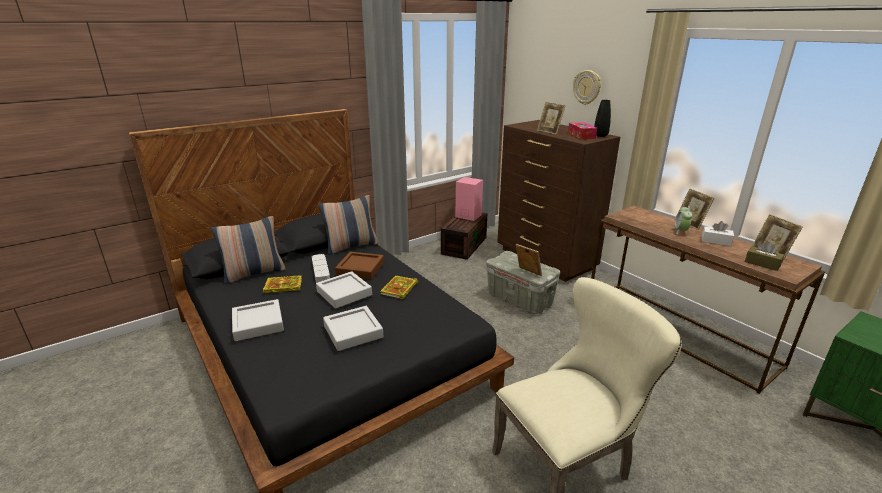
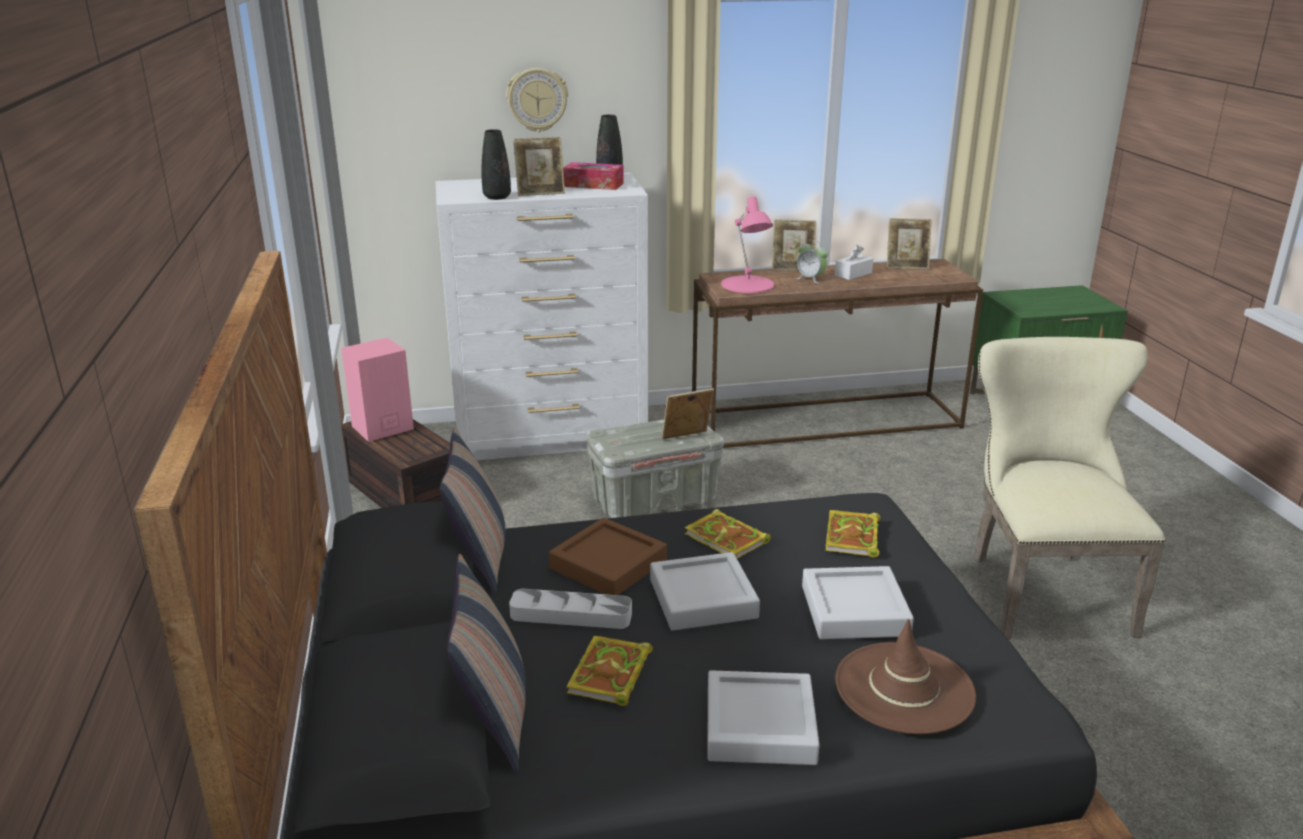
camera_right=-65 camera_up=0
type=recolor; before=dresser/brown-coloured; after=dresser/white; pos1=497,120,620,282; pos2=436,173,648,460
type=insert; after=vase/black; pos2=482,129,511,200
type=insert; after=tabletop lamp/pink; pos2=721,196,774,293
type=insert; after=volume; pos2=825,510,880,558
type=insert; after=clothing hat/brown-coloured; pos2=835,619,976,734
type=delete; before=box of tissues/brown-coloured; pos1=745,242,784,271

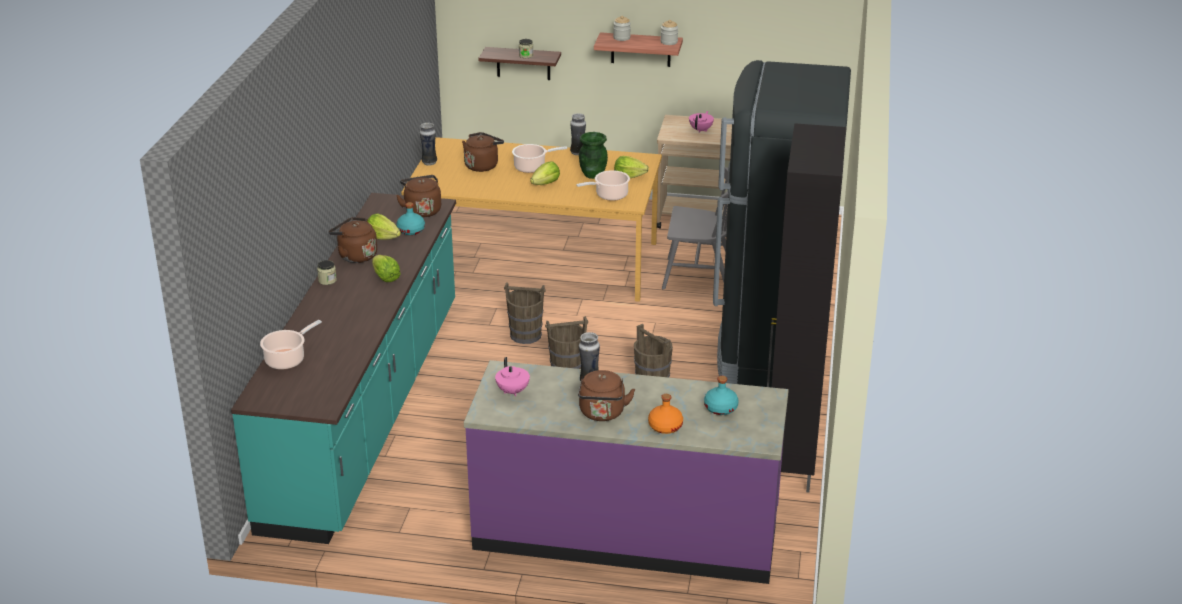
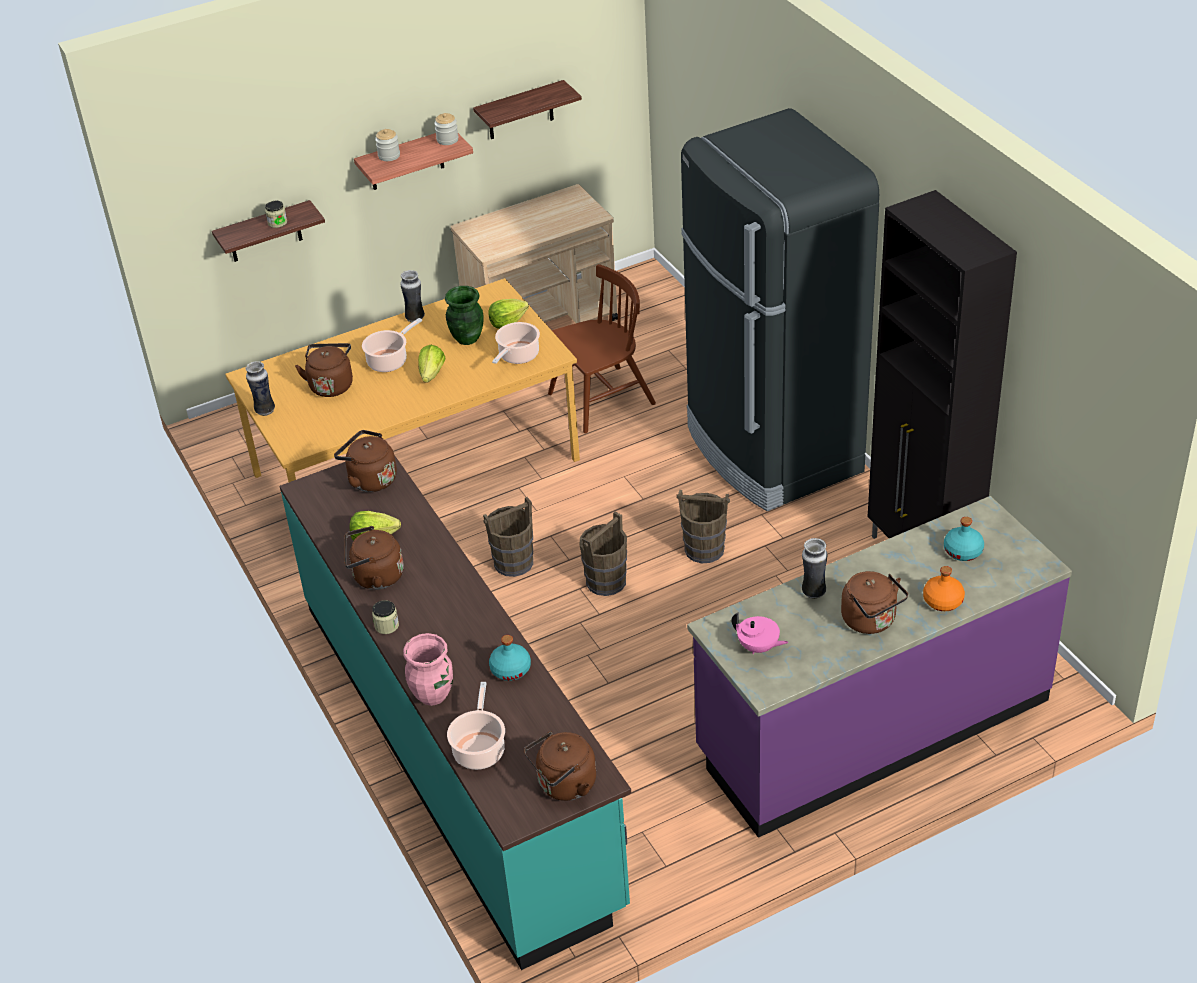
camera_right=-35 camera_up=10
type=insert; after=vase/pink; pos2=403,633,453,706
type=insert; after=bracket shelf; pos2=473,80,582,139
type=move; before=drink bottle/blue-green; pos1=397,202,425,235; pos2=489,635,531,681
type=insert; after=water kettle/brown-coloured; pos2=524,731,596,801
type=recolor; before=upright chair/gray; after=upright chair/brown-coloured; pos1=662,167,728,290; pos2=548,264,656,433
type=delete; before=head of lettuce; pos1=372,255,401,282
type=delete; before=pot for tea/pink; pos1=689,111,714,132

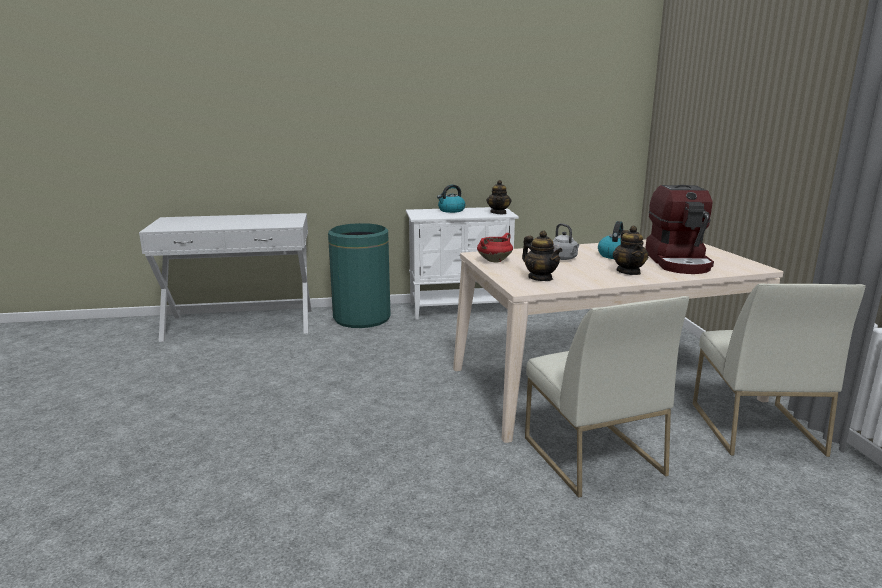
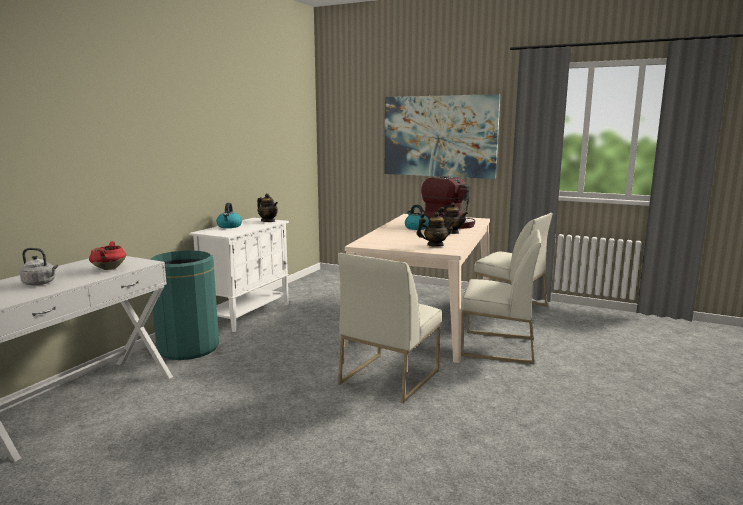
camera_right=-55 camera_up=-5
type=move; before=water kettle/gray; pos1=553,223,579,260; pos2=20,248,58,285
type=move; before=stockpot/red-coloured; pos1=477,233,513,262; pos2=89,241,126,270
type=insert; after=upright chair/white; pos2=338,253,442,403
type=insert; after=picture; pos2=385,94,500,179

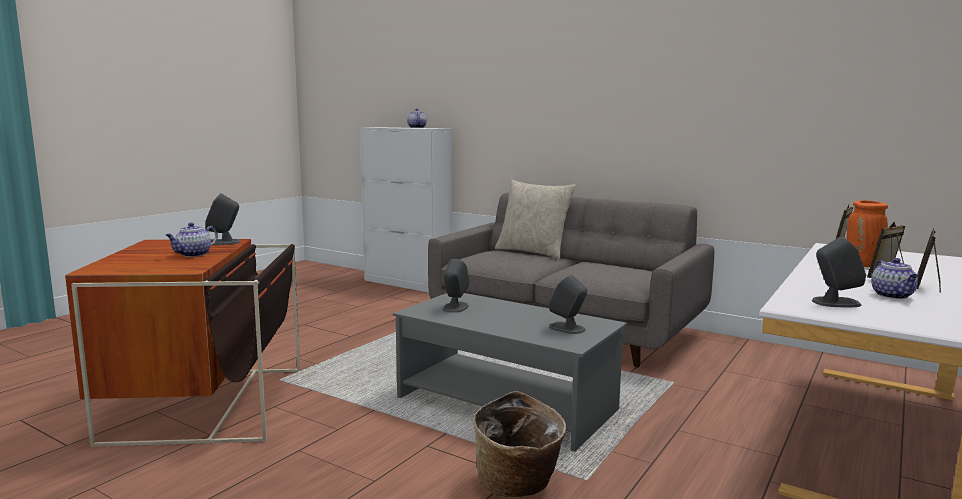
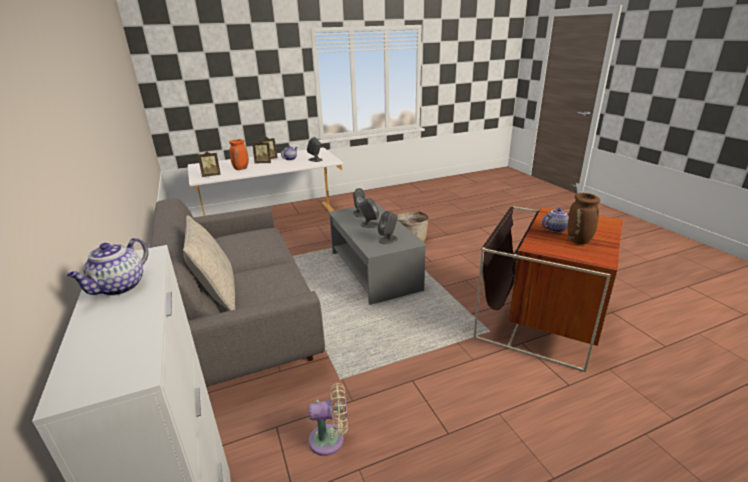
camera_right=-145 camera_up=15
type=insert; after=fan/sand-coloured; pos2=309,383,348,456
type=move; before=audio speaker/gray; pos1=205,193,240,245; pos2=359,198,379,228
type=insert; after=vase/brown-coloured; pos2=568,193,600,244

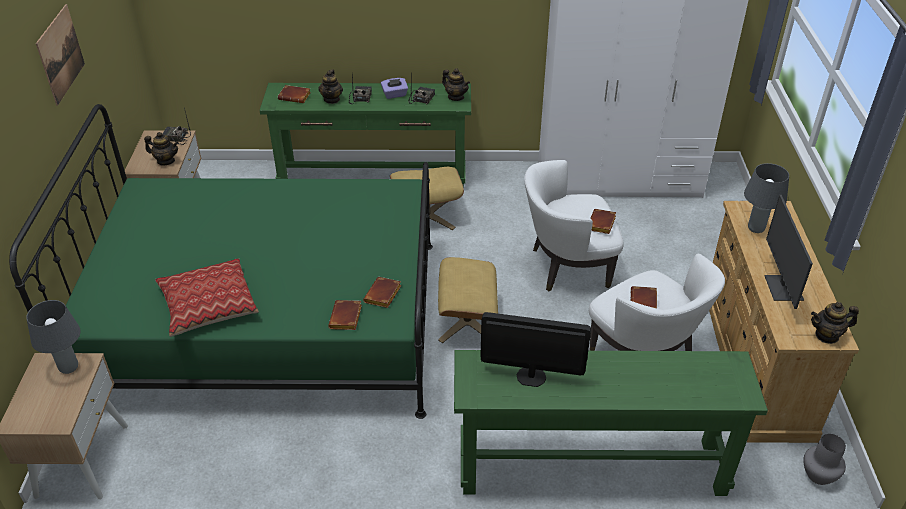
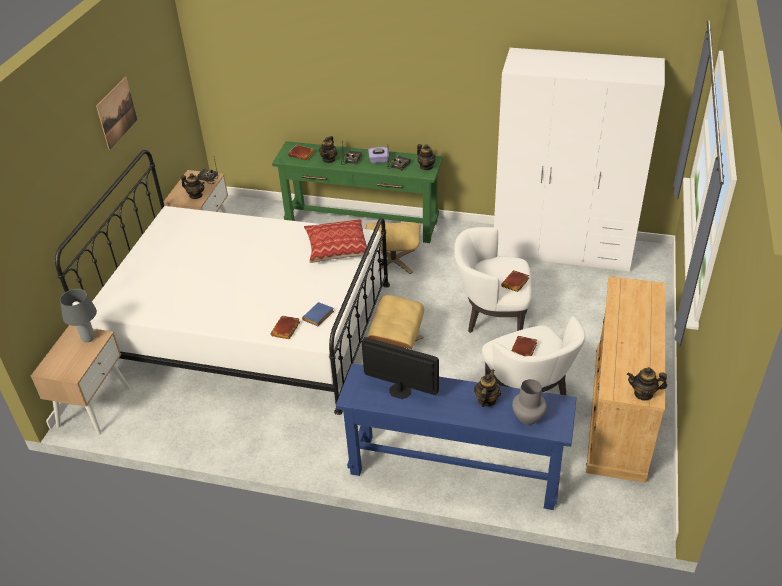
camera_right=15 camera_up=0
type=recolor; before=sleeping bed/green; after=sleeping bed/white; pos1=9,104,433,419; pos2=55,150,390,415
type=recolor; before=volume/brown-coloured; after=volume/blue; pos1=363,277,402,308; pos2=302,302,334,326
type=move; before=pillow; pos1=155,258,259,337; pos2=304,219,370,263
type=recolor; before=narrow table/green; after=narrow table/blue; pos1=454,350,768,496; pos2=336,364,577,510
type=insert; after=pot for tea; pos2=474,369,501,407
type=move; before=vase/gray; pos1=803,434,846,485; pos2=512,379,547,425
type=delete; before=tabletop lamp/gray; pos1=744,163,789,233
type=delete; before=monitor; pos1=765,195,813,309

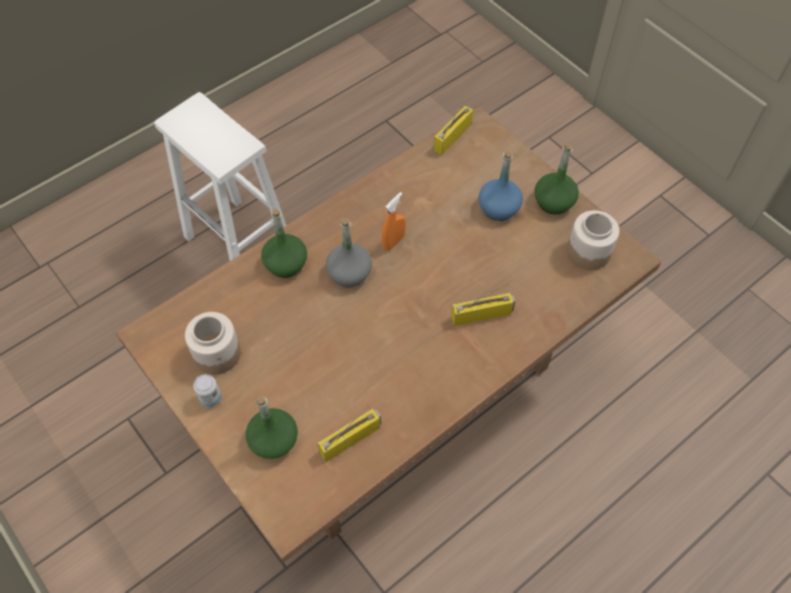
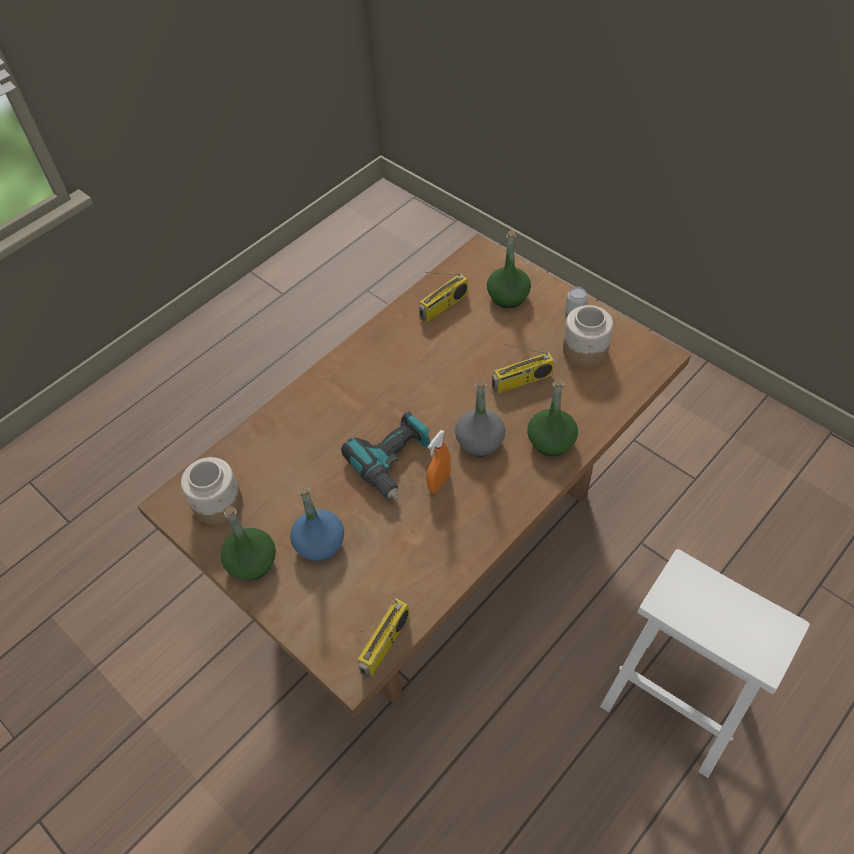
camera_right=175 camera_up=-5
type=insert; after=drill; pos2=341,411,430,500
type=move; before=radio set; pos1=451,283,516,326; pos2=492,344,554,394

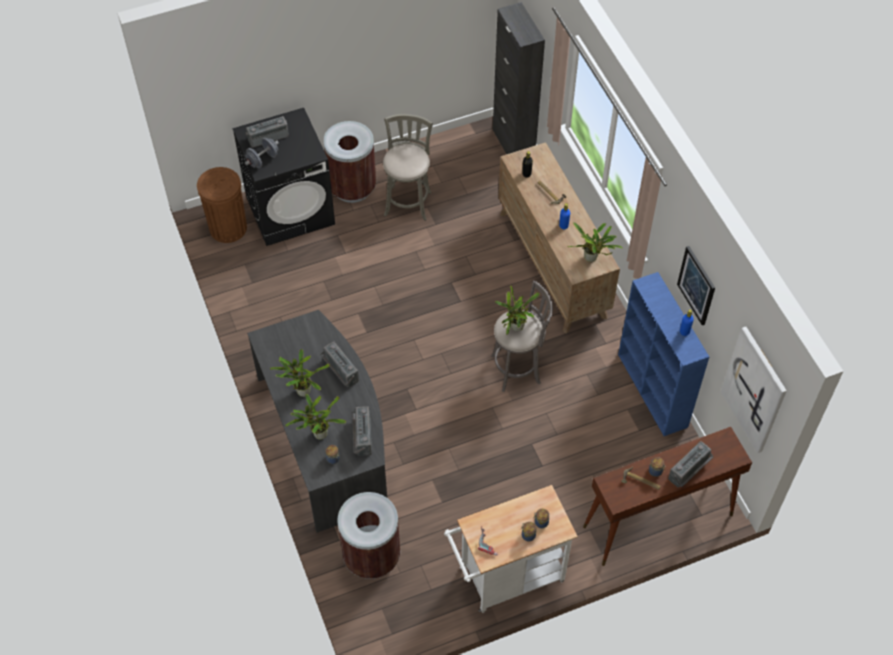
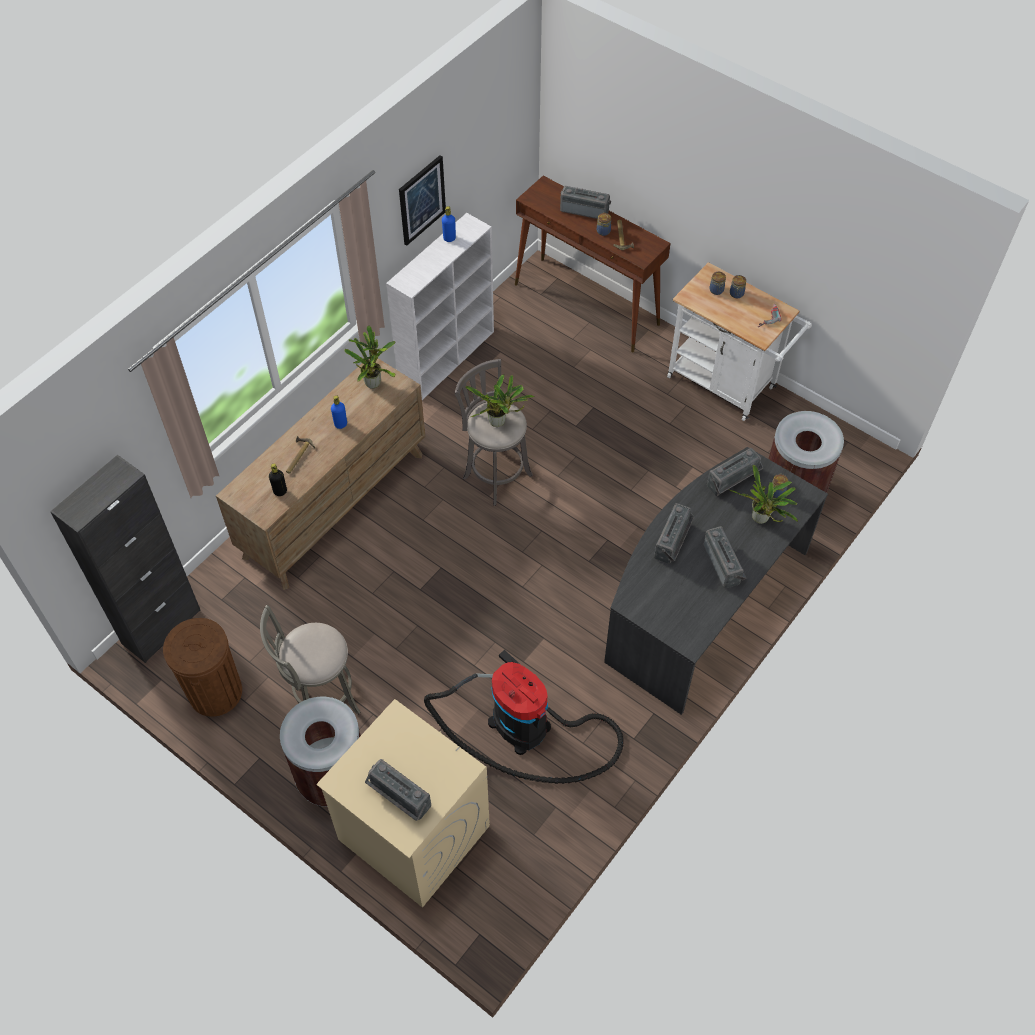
camera_right=-120 camera_up=0
type=move; before=waste bin/brown-coloured; pos1=197,167,247,243; pos2=163,618,242,717
type=recolor; before=laundry machine/black; after=laundry machine/sand-coloured; pos1=233,108,335,246; pos2=316,699,490,908
type=recolor; before=bookcase/blue; after=bookcase/white; pos1=618,272,709,436; pos2=386,213,494,400
type=insert; after=hoover; pos2=424,650,624,784
type=replace; before=plant in a pot; after=radio set; pos1=270,349,330,397; pos2=703,526,746,588
type=delete; before=dumbbell/gray; pos1=245,138,279,168
type=delete; before=picture; pos1=721,327,787,453

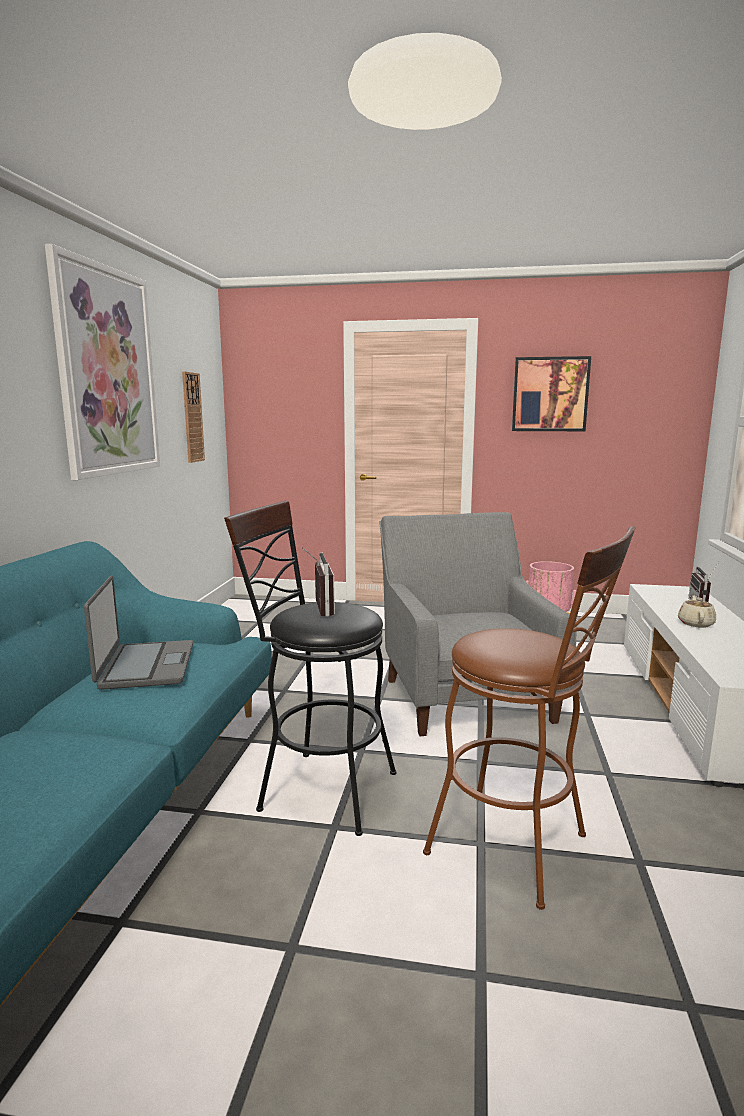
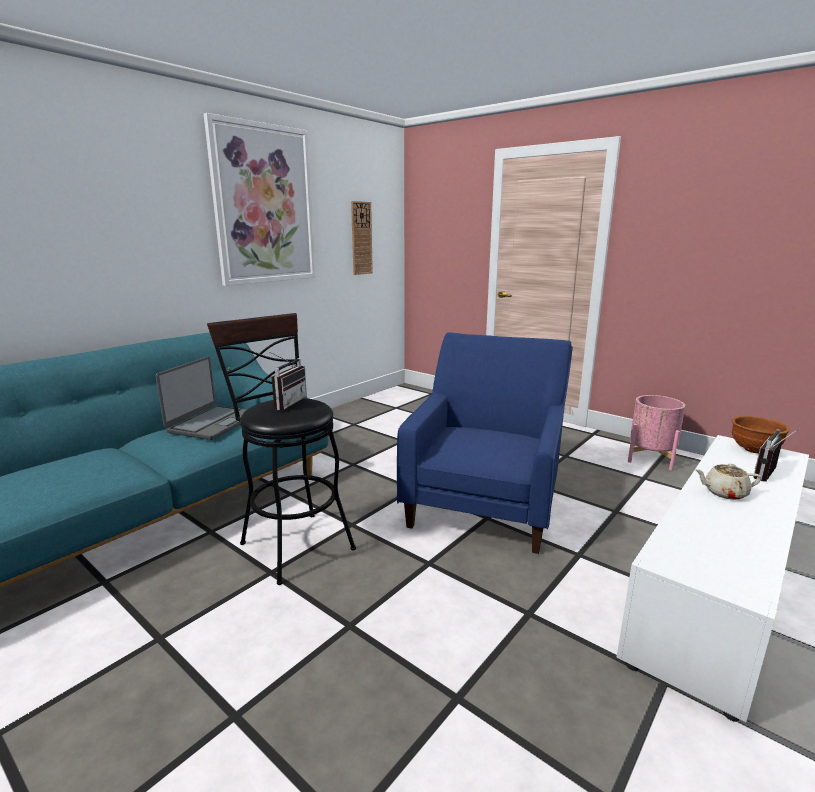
camera_right=30 camera_up=5
type=recolor; before=lounge chair/gray; after=lounge chair/blue; pos1=379,512,577,736; pos2=397,332,573,554
type=rotate; before=pot for tea/sand-coloured; pos1=678,595,716,628; pos2=695,464,761,500; turn=-135
type=insert; after=bowl/brown-coloured; pos2=732,416,790,453
type=delete; before=stool seat/brown-coloured; pos1=423,526,636,910
type=delete; before=picture; pos1=512,356,591,431

